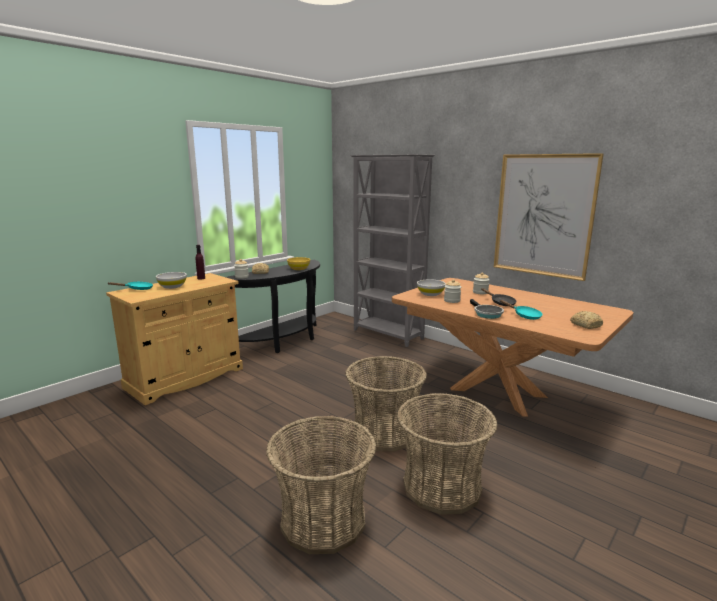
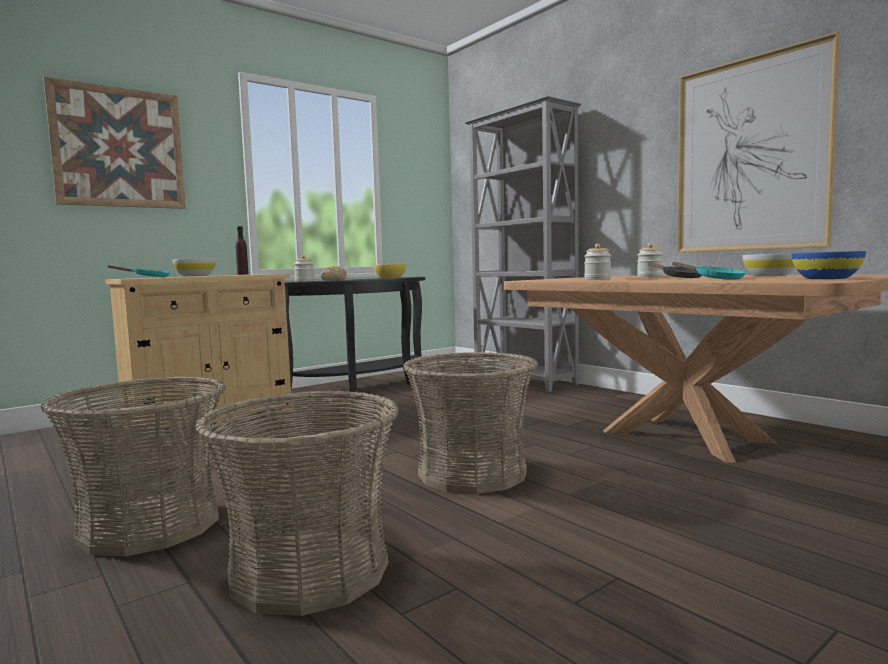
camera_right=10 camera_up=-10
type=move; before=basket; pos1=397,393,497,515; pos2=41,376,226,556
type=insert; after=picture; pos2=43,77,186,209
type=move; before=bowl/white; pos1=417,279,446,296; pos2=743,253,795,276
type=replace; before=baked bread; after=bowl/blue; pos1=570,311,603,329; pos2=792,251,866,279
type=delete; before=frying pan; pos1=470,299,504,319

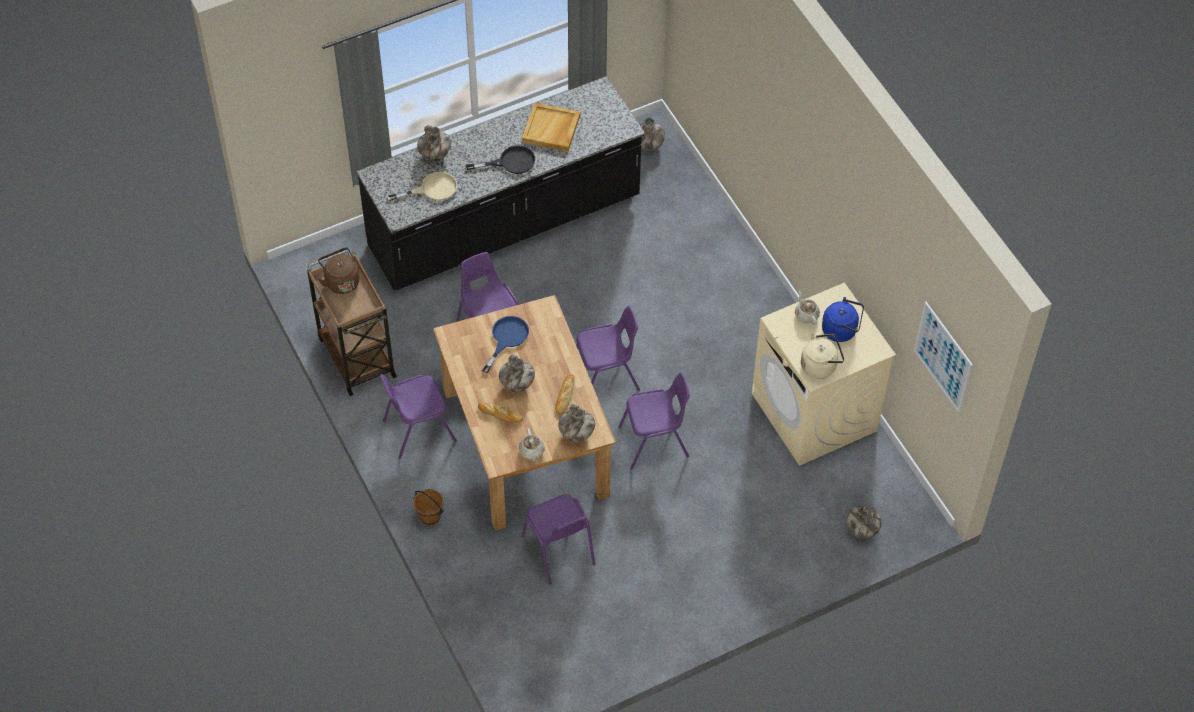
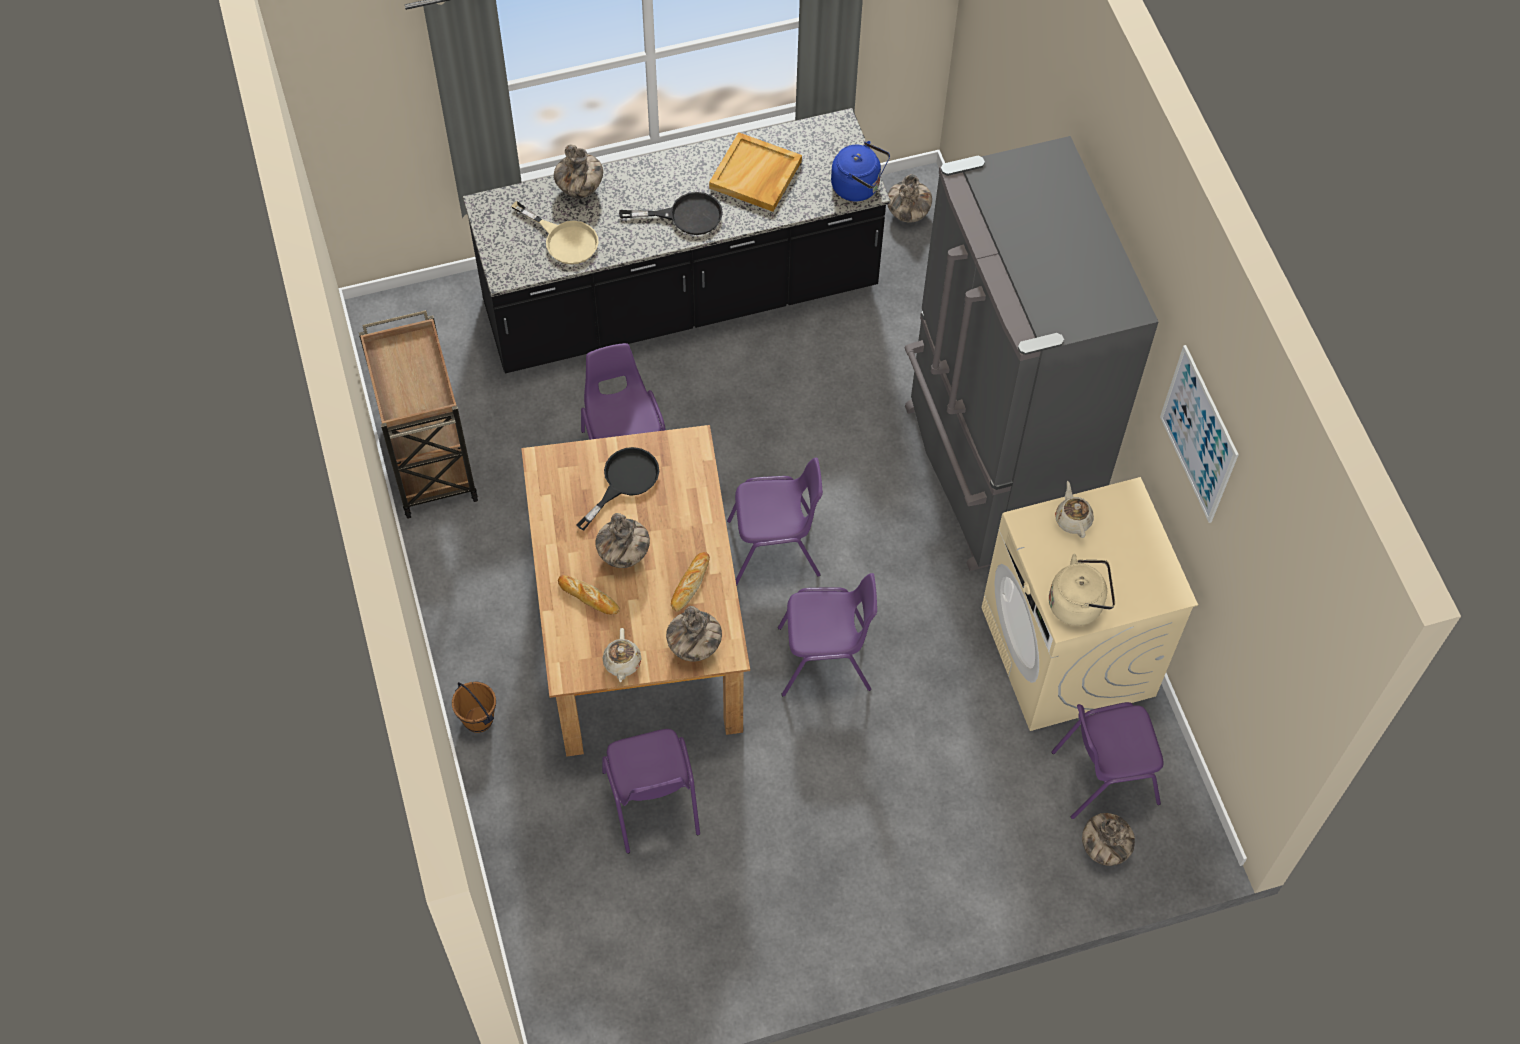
camera_right=10 camera_up=5
type=rotate; before=frying pan/sand-coloured; pos1=387,172,457,201; pos2=511,201,599,265; turn=45
type=recolor; before=frying pan/blue; after=frying pan/black; pos1=482,316,529,373; pos2=576,447,659,530
type=move; before=water kettle/blue; pos1=822,297,864,342; pos2=831,141,890,201
type=insert; after=kitchen fridge/gray; pos2=904,136,1159,571
type=move; before=upright chair/purplish; pos1=380,374,457,459; pos2=1051,702,1163,819
type=move; before=picture; pos1=914,302,973,413; pos2=1160,345,1239,523
type=delete; before=water kettle/brown-coloured; pos1=318,247,360,294

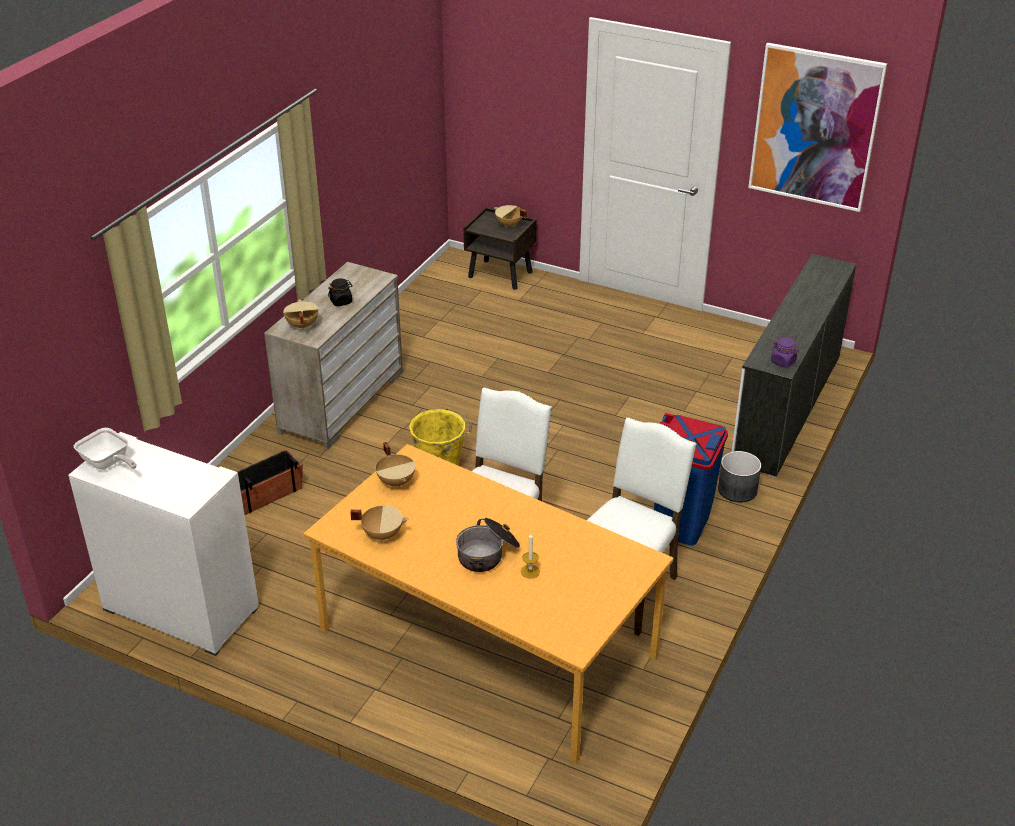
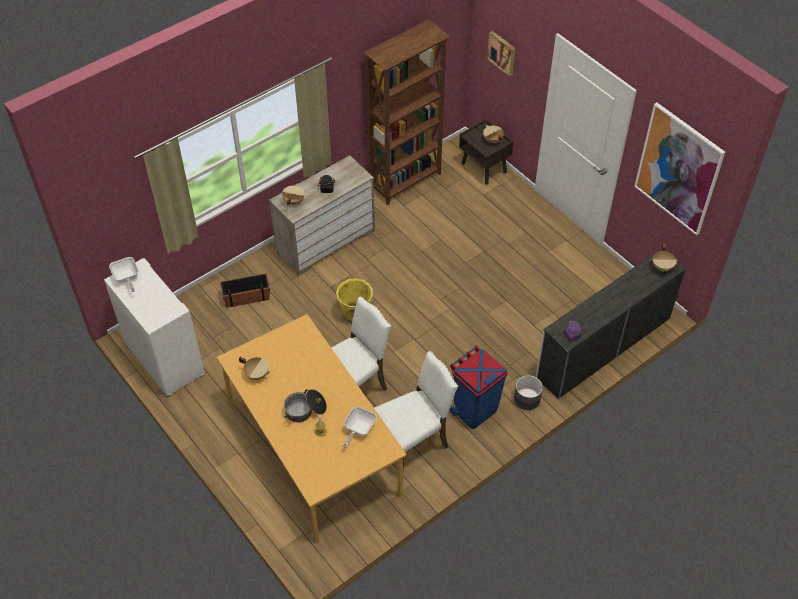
camera_right=25 camera_up=15
type=insert; after=frying pan; pos2=343,406,377,448
type=insert; after=bookcase/brown-coloured; pos2=364,19,450,205
type=insert; after=picture; pos2=487,31,515,77
type=move; before=stockpot/sand-coloured; pos1=375,442,415,488; pos2=653,243,677,272

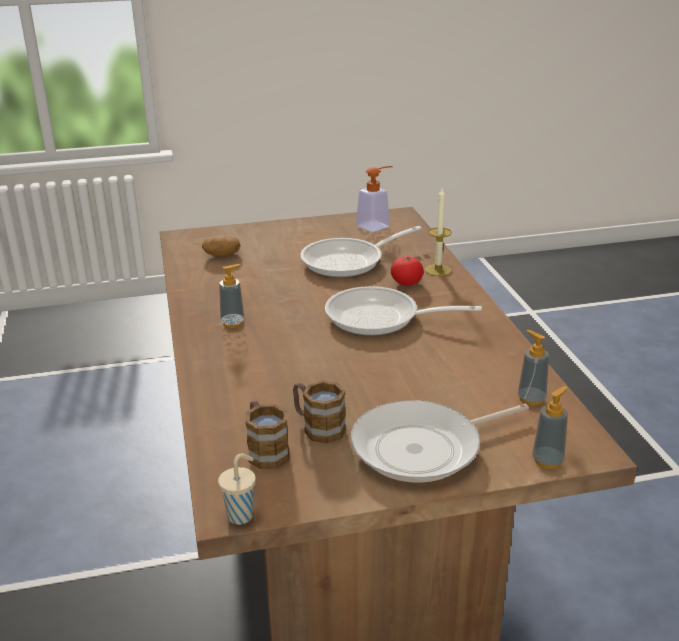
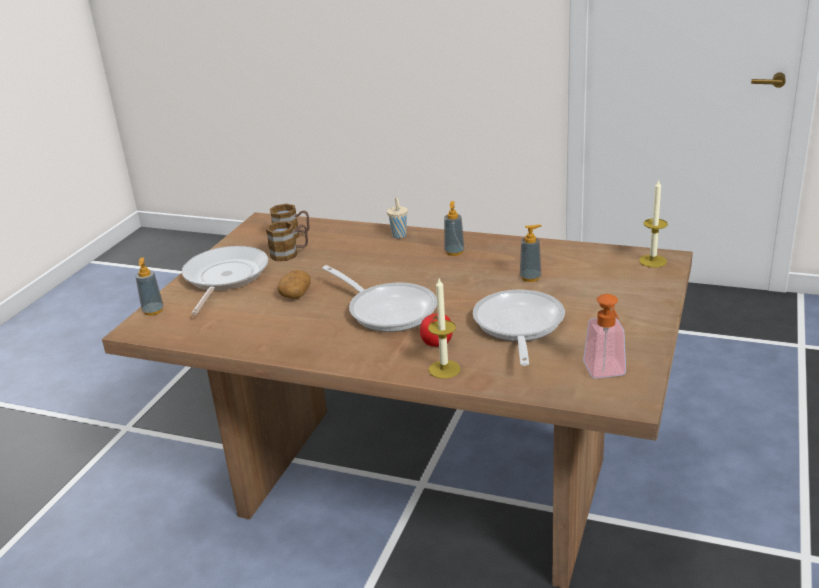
camera_right=125 camera_up=0
type=move; before=whole potato; pos1=202,235,241,257; pos2=278,270,311,299
type=rotate; before=frying pan; pos1=325,286,482,336; pos2=322,265,437,332; turn=90
type=move; before=cup/sand-coloured; pos1=218,454,256,525; pos2=387,197,408,238
type=move; before=soap bottle; pos1=518,330,549,406; pos2=520,225,542,282
type=insert; after=wax light; pos2=639,179,668,267

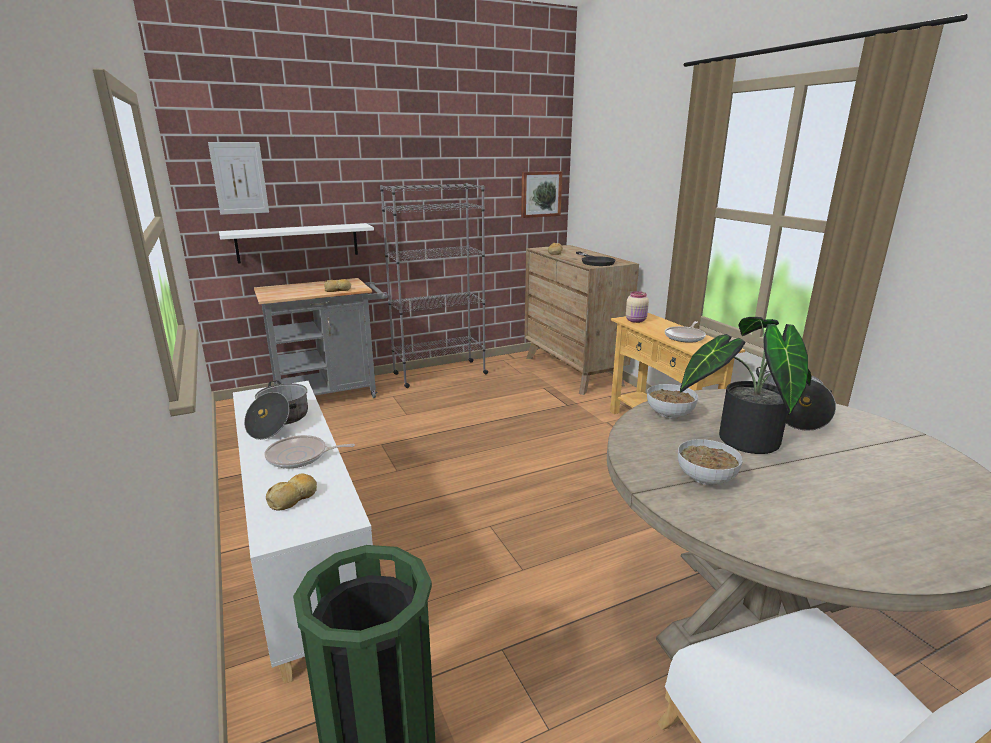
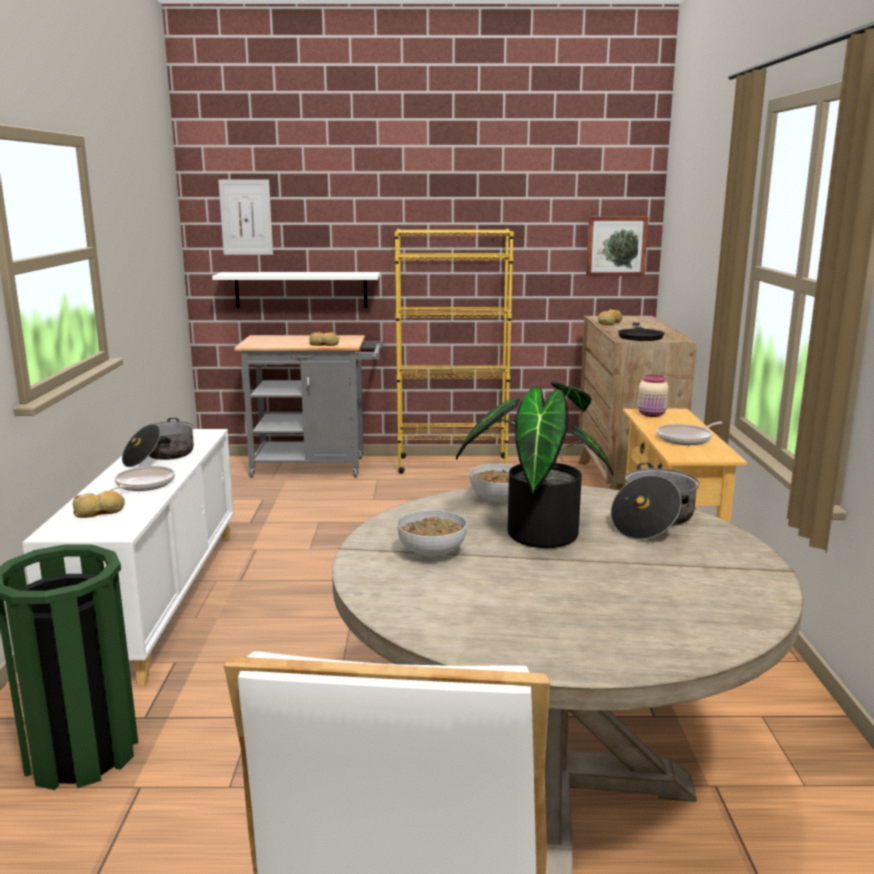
camera_right=25 camera_up=-5
type=rotate; before=frying pan; pos1=265,435,355,468; pos2=102,466,175,493; turn=90
type=recolor; before=bookcase/gray; after=bookcase/yellow; pos1=380,183,488,388; pos2=394,229,514,474

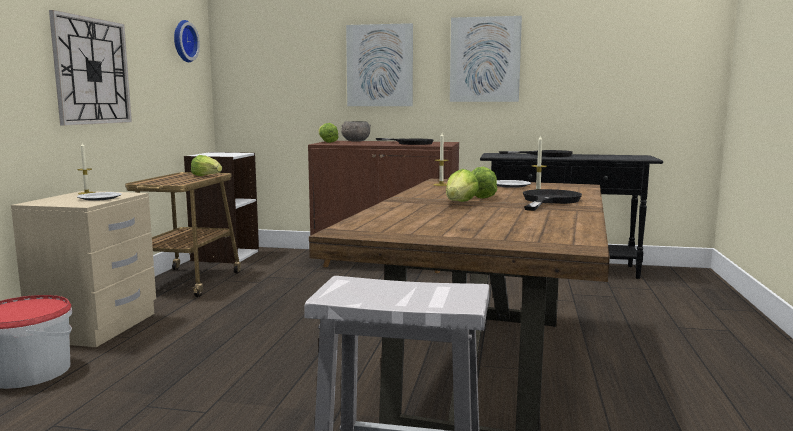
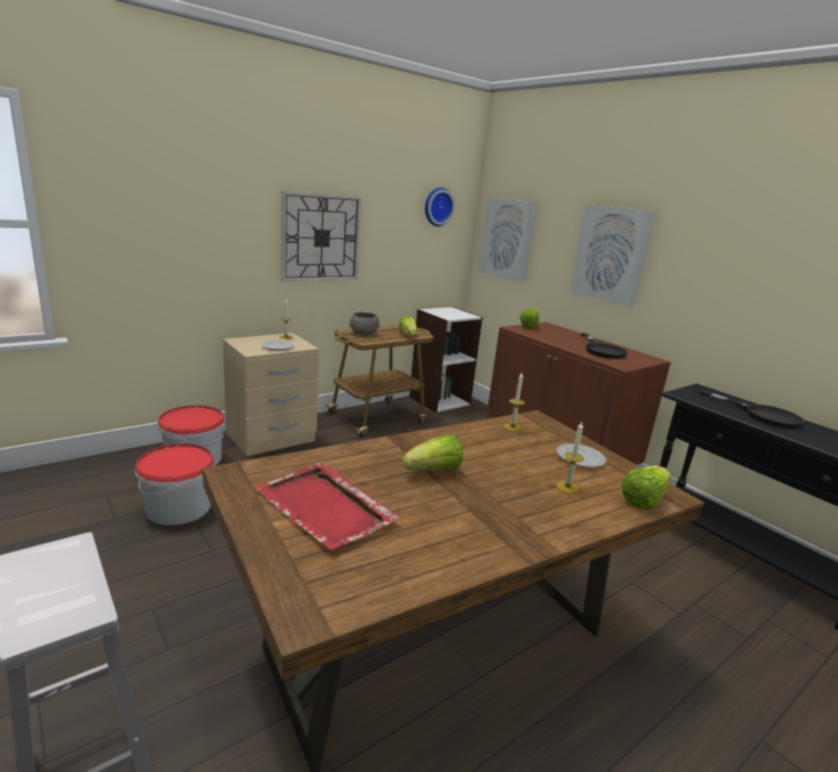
camera_right=40 camera_up=10
type=insert; after=water bucket; pos2=135,444,215,525
type=insert; after=serving tray/red-coloured; pos2=254,462,400,550
type=move; before=bowl/gray; pos1=341,121,371,142; pos2=349,312,380,335
type=move; before=picture; pos1=450,16,522,102; pos2=478,197,537,283
type=move; before=head of lettuce; pos1=471,167,497,198; pos2=621,466,670,510
type=delete; before=frying pan/black; pos1=523,189,582,211

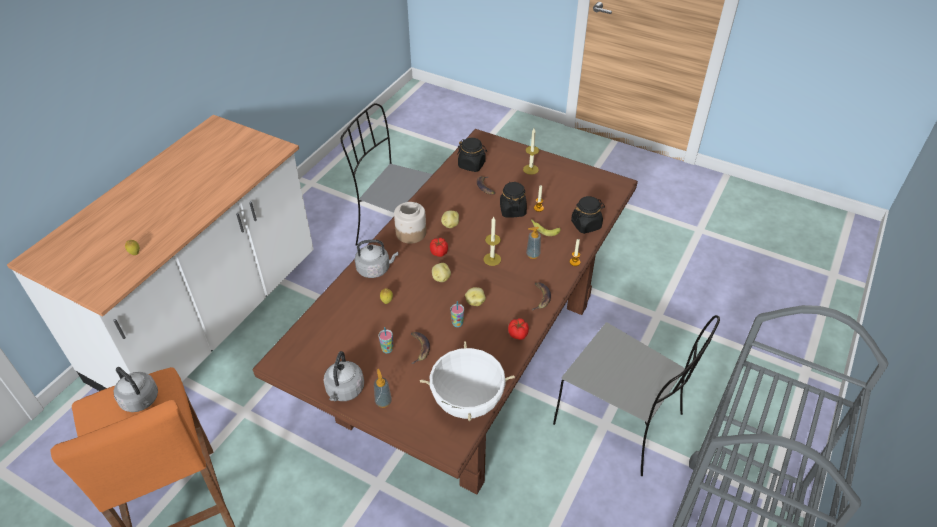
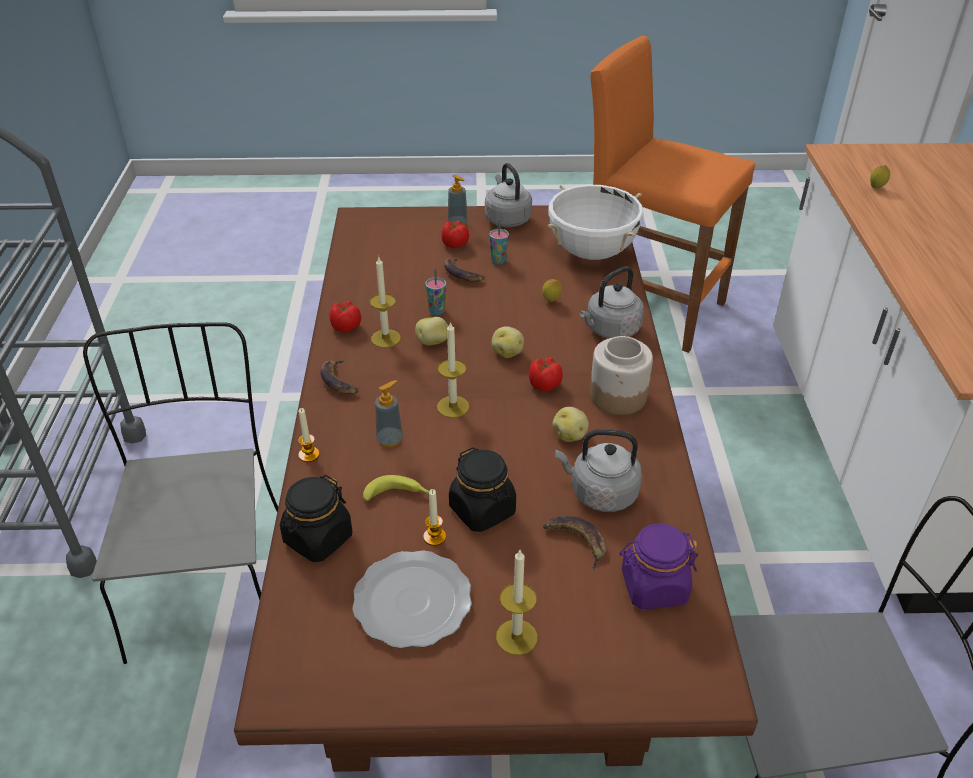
camera_right=150 camera_up=-5
type=rotate; before=upright chair/gray; pos1=553,315,720,476; pos2=83,322,278,664; turn=75
type=insert; after=dinner plate; pos2=352,550,472,649
type=insert; after=wax light; pos2=370,257,401,348
type=insert; after=tomato; pos2=441,221,469,248
type=move; before=stockpot/white; pos1=420,341,515,421; pos2=547,185,643,260
type=move; before=water kettle/gray; pos1=114,367,158,412; pos2=555,429,642,512
type=recolor; before=preserve jar/black; after=preserve jar/purplish; pos1=457,138,487,172; pos2=619,523,698,609

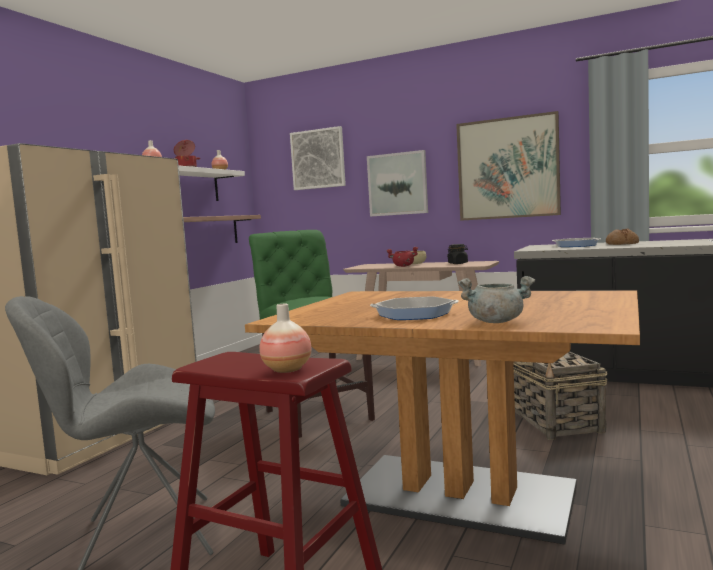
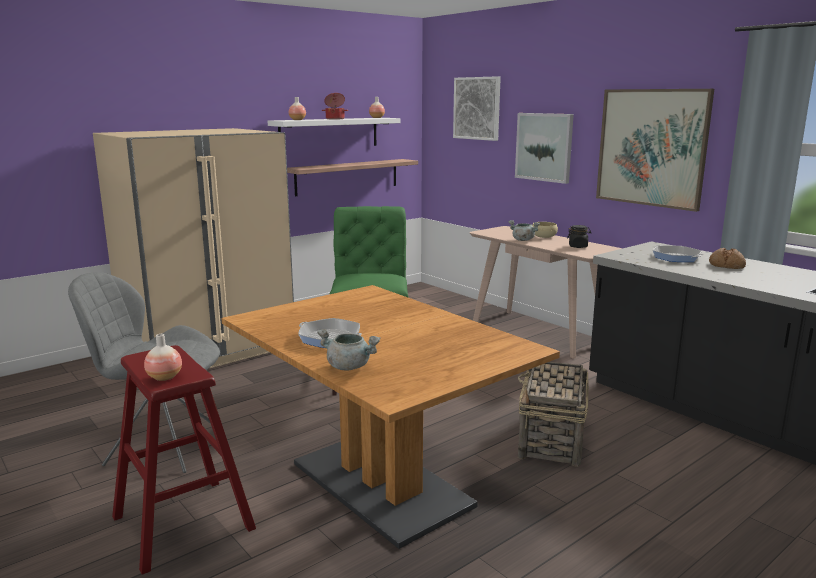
camera_right=25 camera_up=10
type=recolor; before=stockpot/red-coloured; after=stockpot/gray; pos1=386,247,418,267; pos2=508,220,540,241

